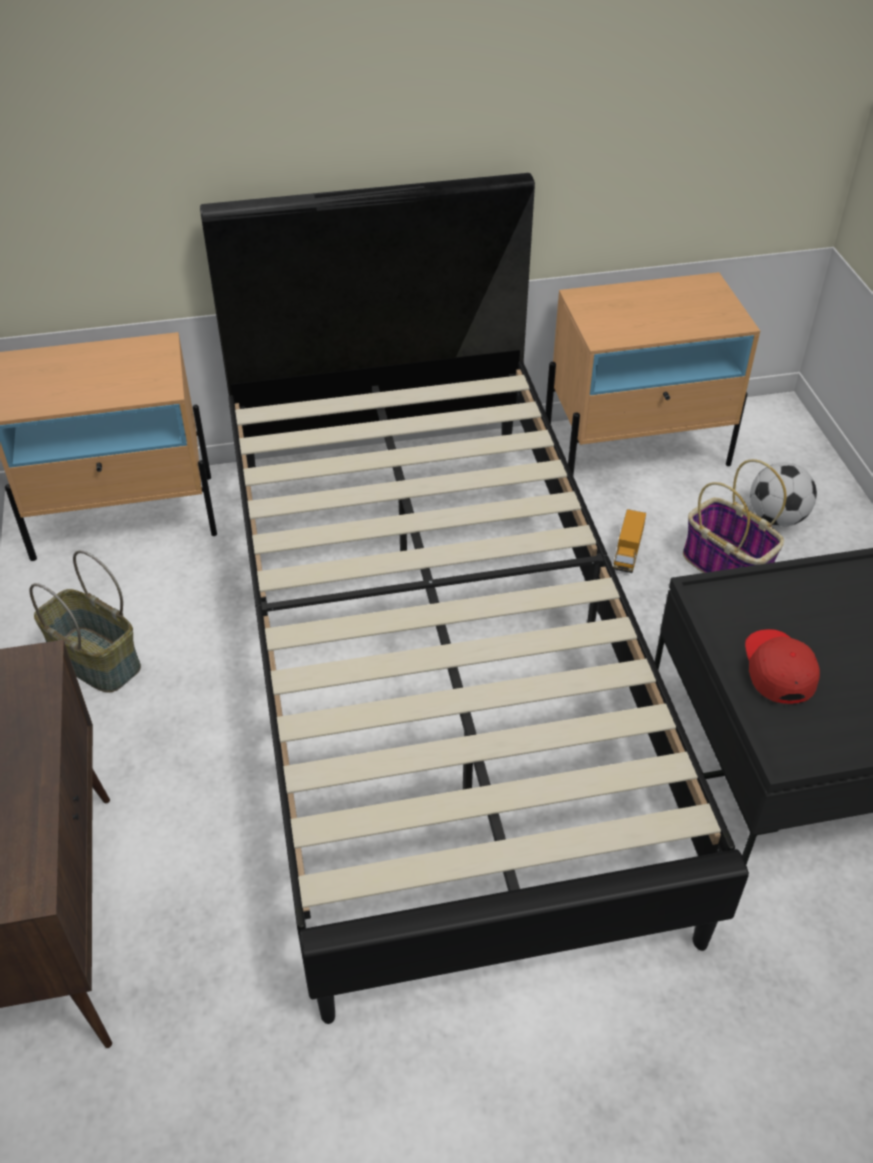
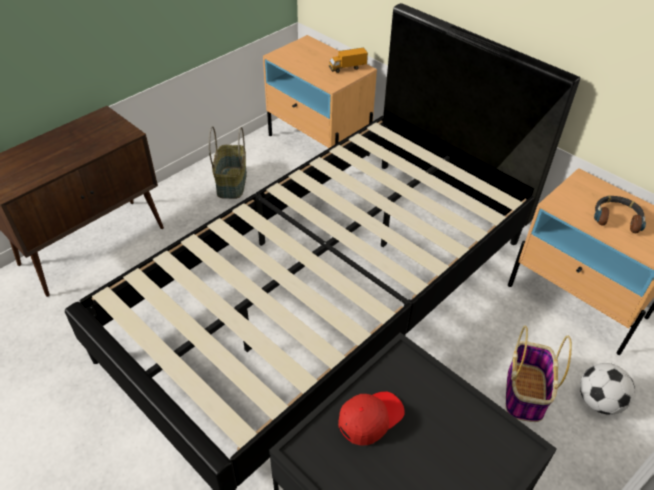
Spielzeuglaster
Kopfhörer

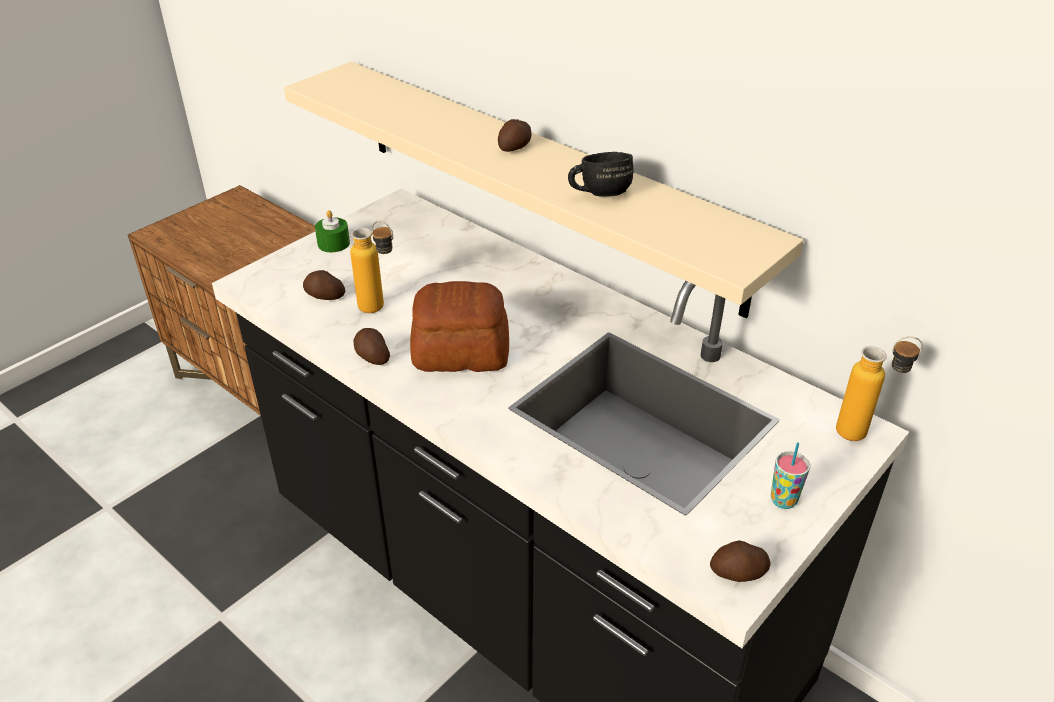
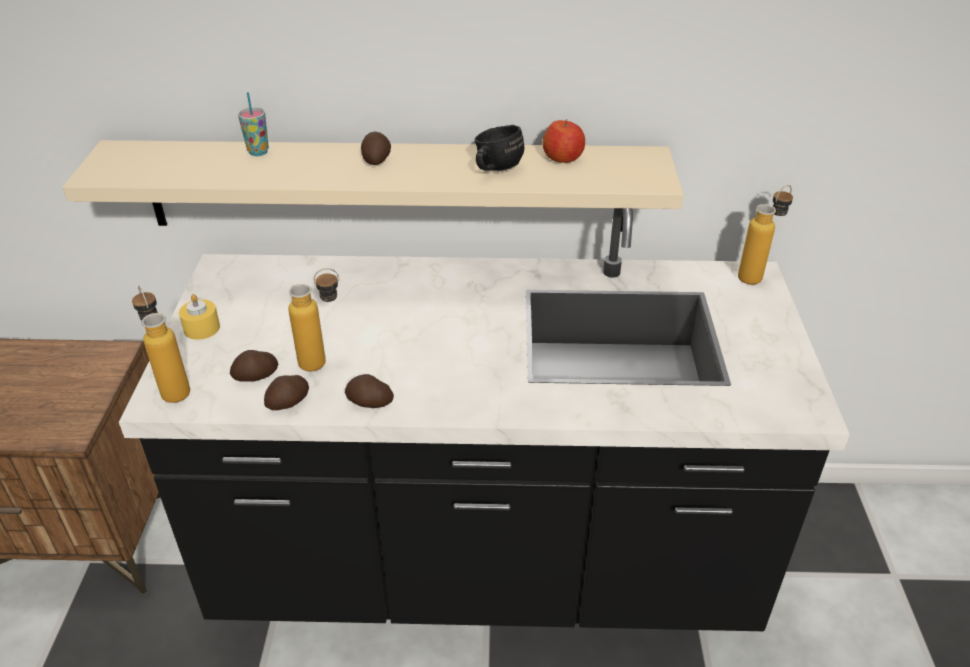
Kerze (gelb)
Brot
Kartoffel (2nd from left)
Tasse
Flasche (1st from left)
Apfel

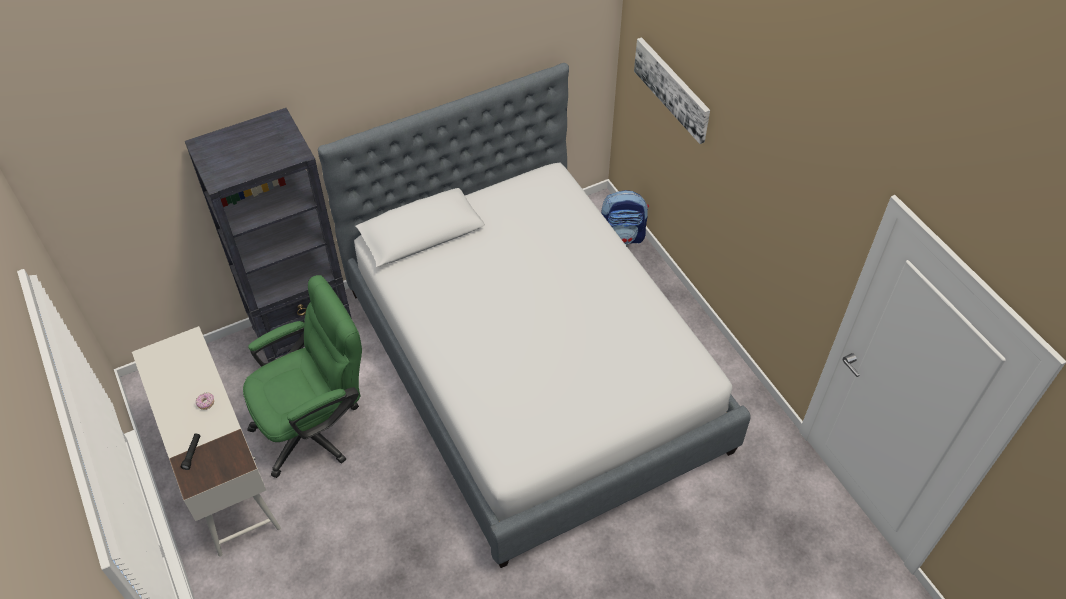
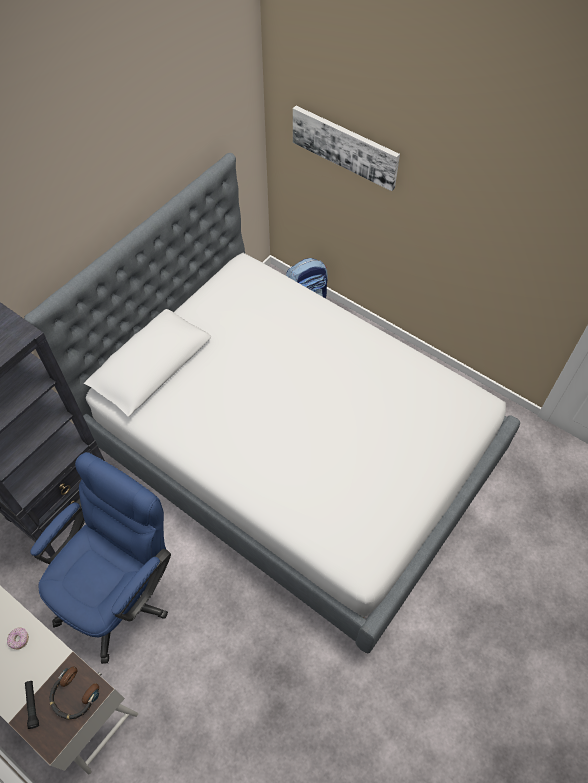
Bürostuhl (blau)
Kopfhörer

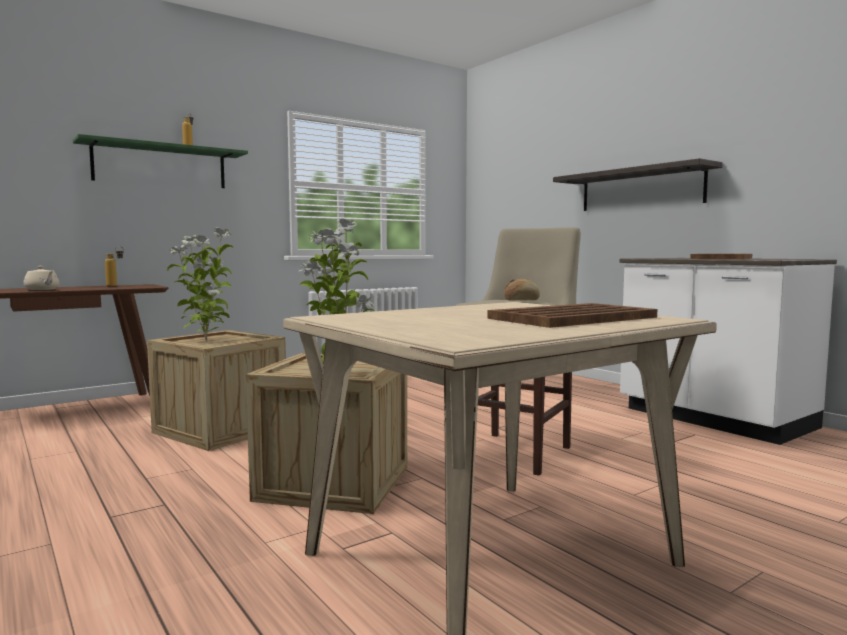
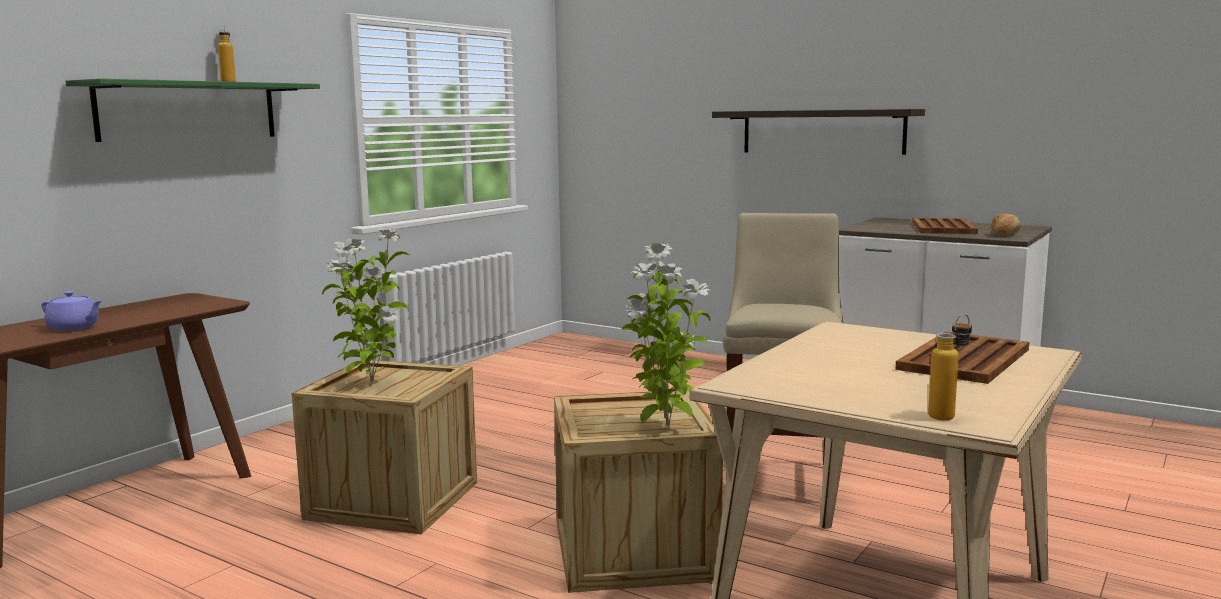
Teekanne (lila)
Flasche (2nd from left)
Brot

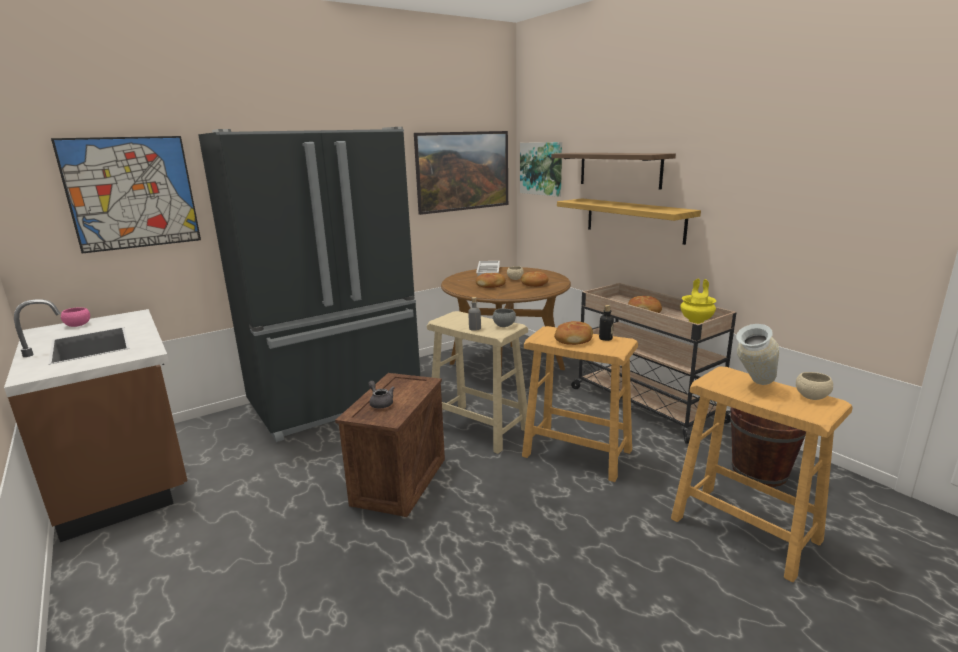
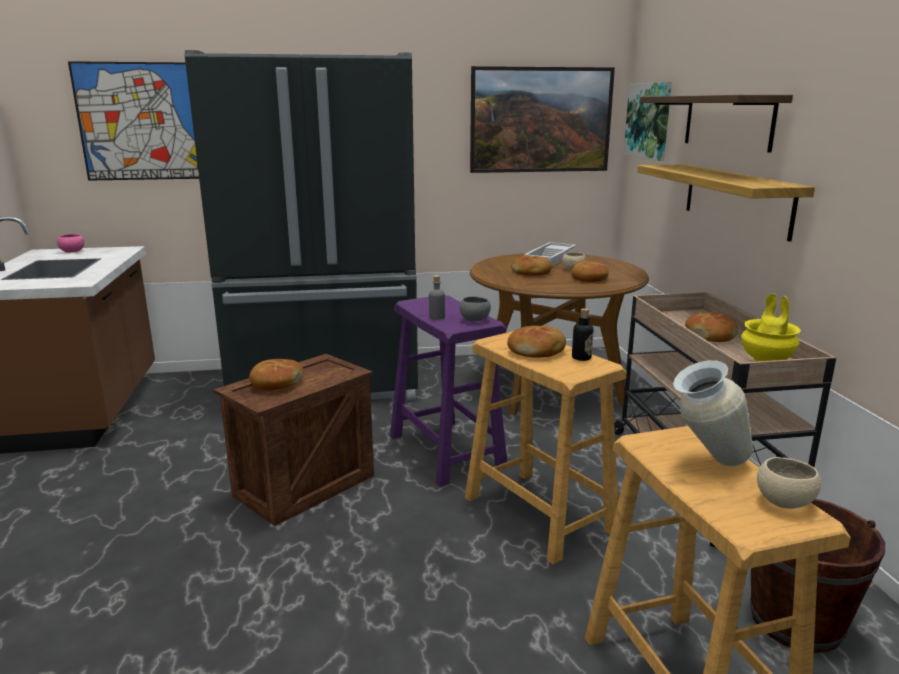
Brot (1st from left)
Hocker (lila)

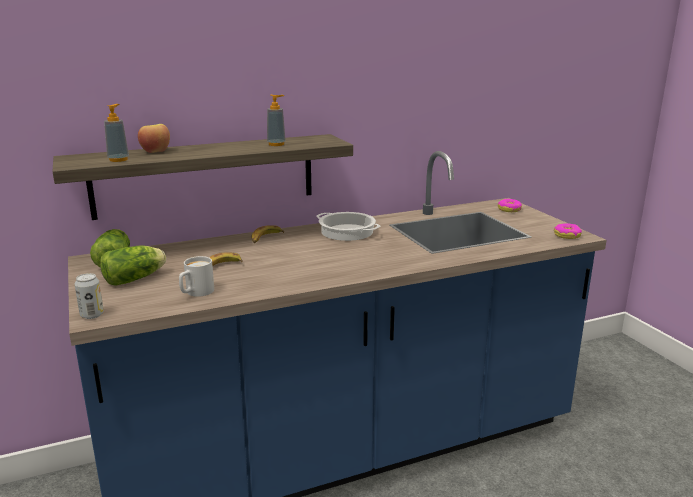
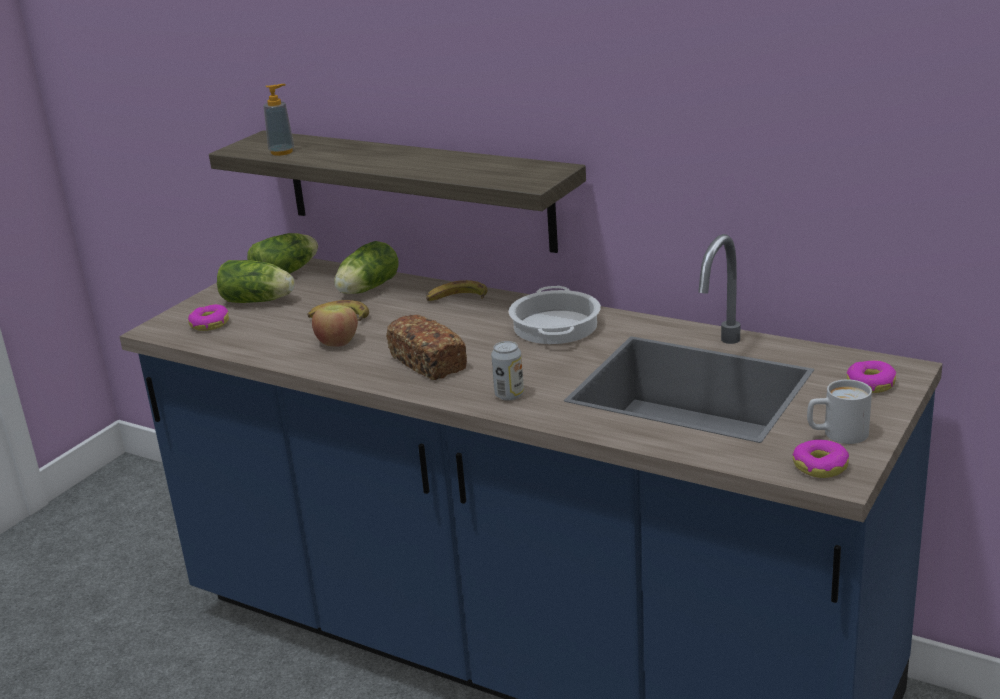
Dose
Apfel
Henkelbecher (weiß)
Seifenspender (2nd from left in the first image)
Donut (1st from left)
Salatkopf (3rd from left)
Brot

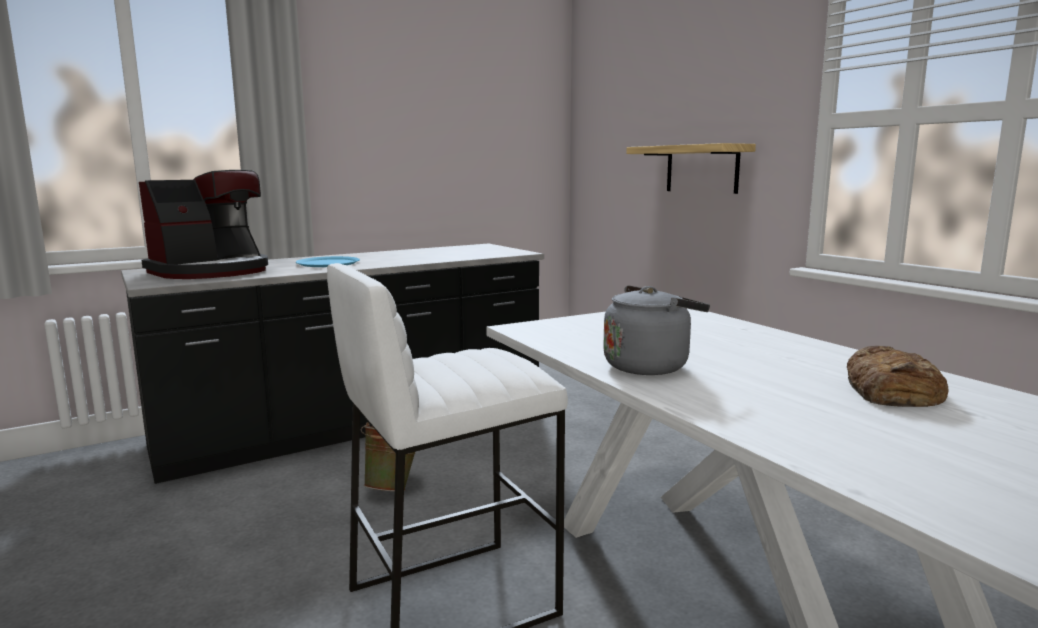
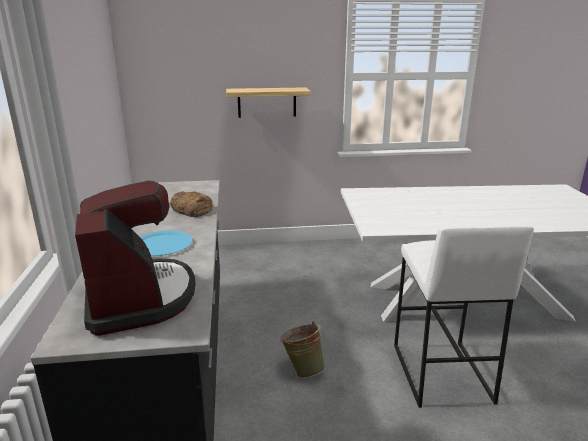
Wasserkessel (grau)
Brot

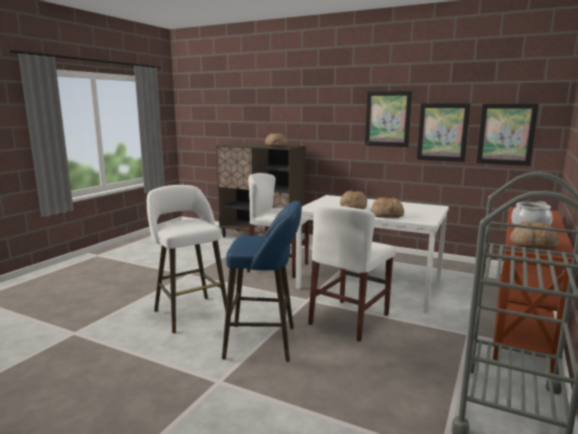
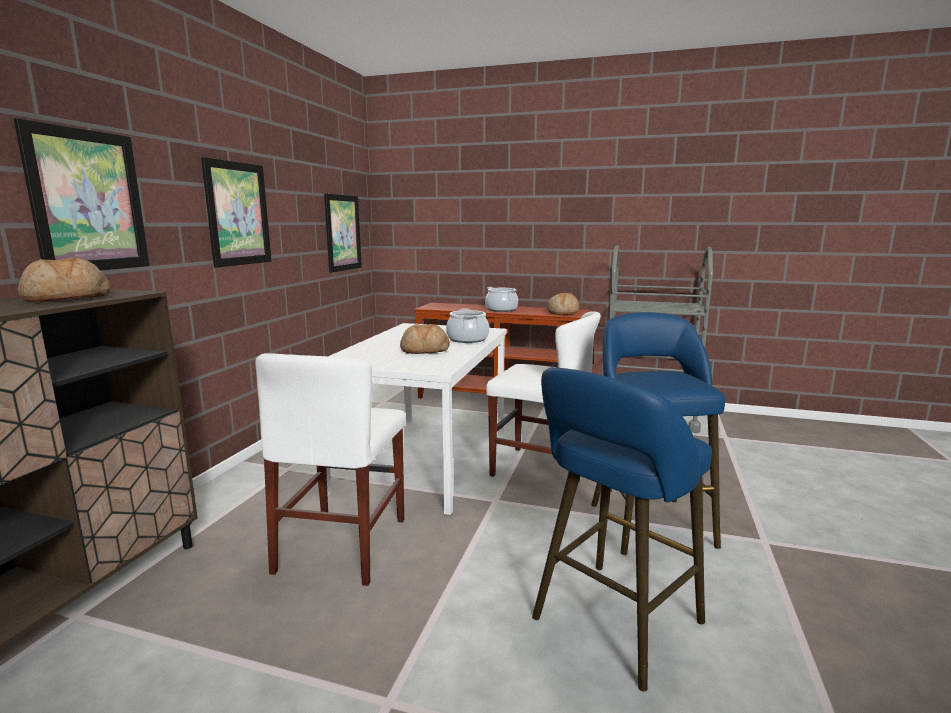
Hocker (blau) (1st from left)
Kochtopf (1st from left)
Bild (1st from left)

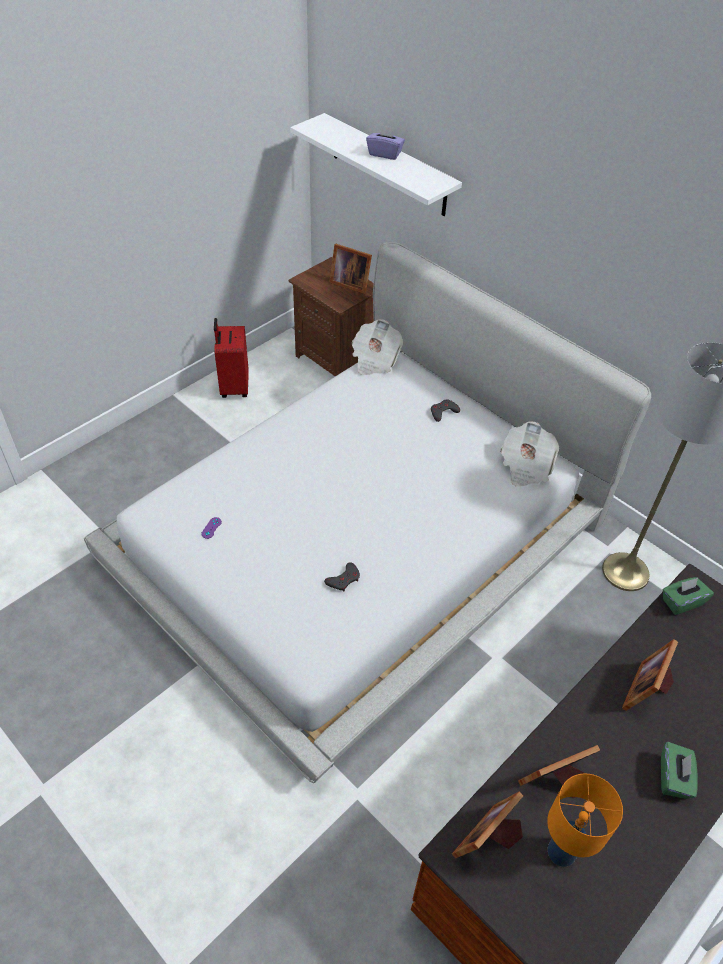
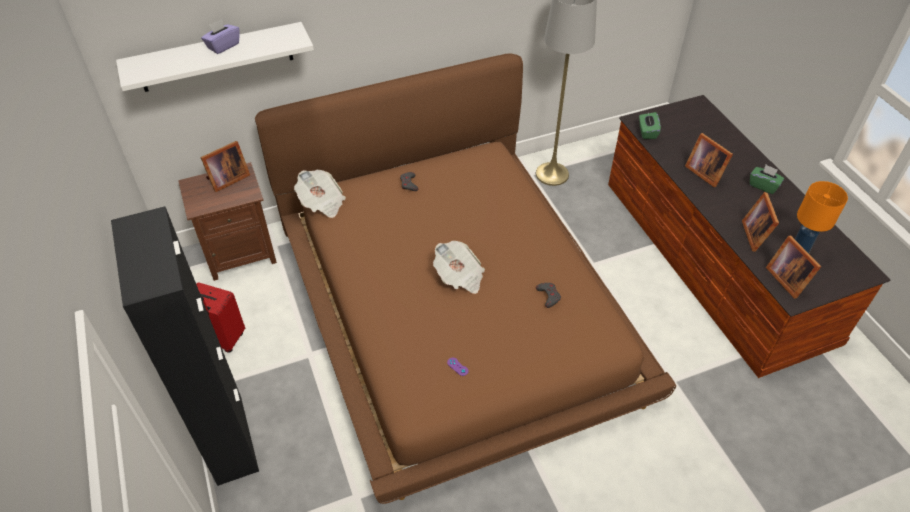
Bett (braun)
Zeitung (2nd from left)
Schrank (schwarz)

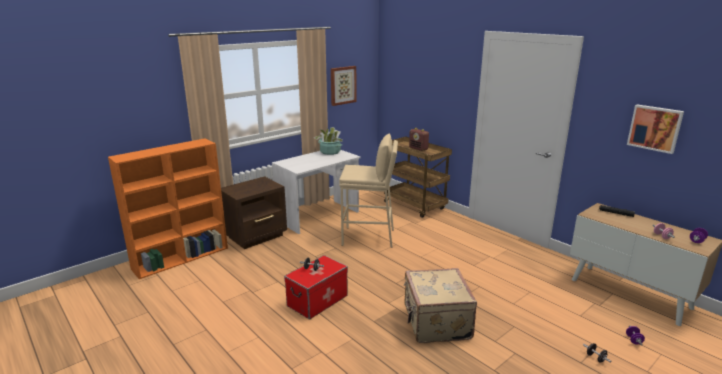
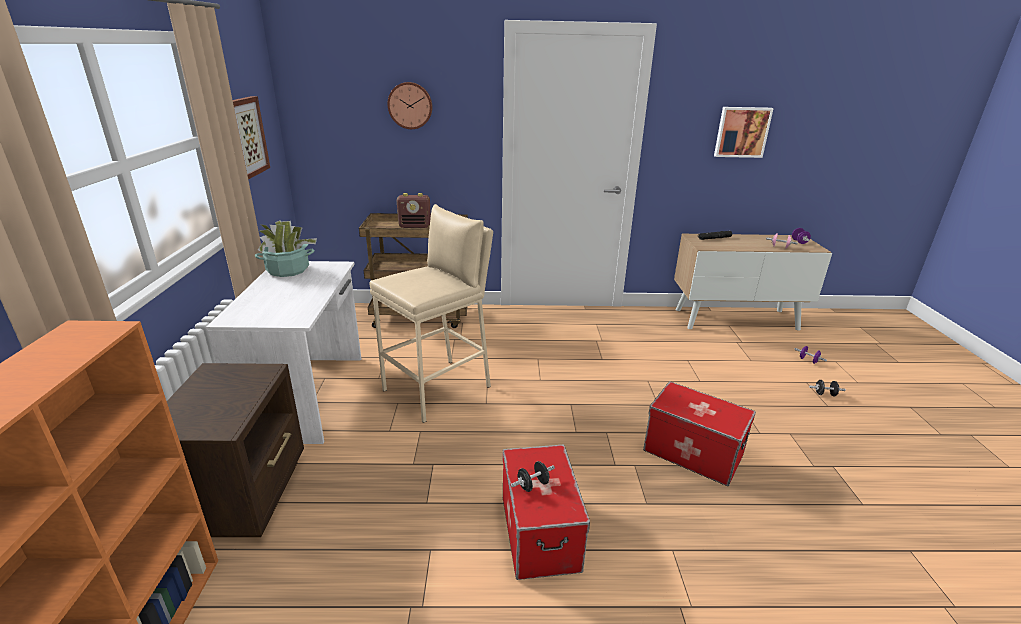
Aufbewahrungsbox (2nd from left)
Wanduhr

